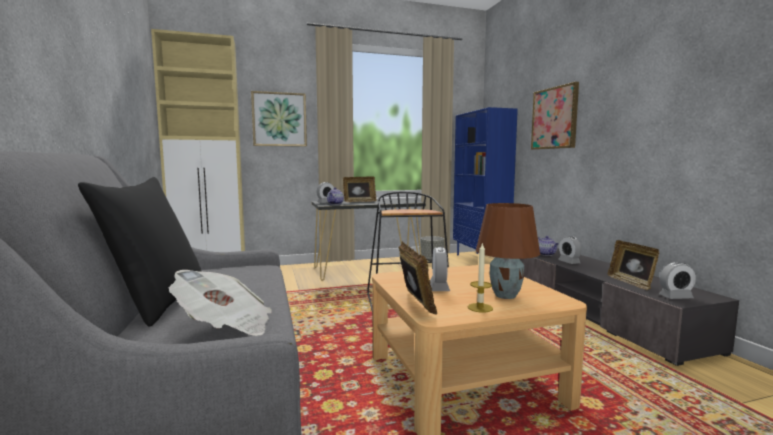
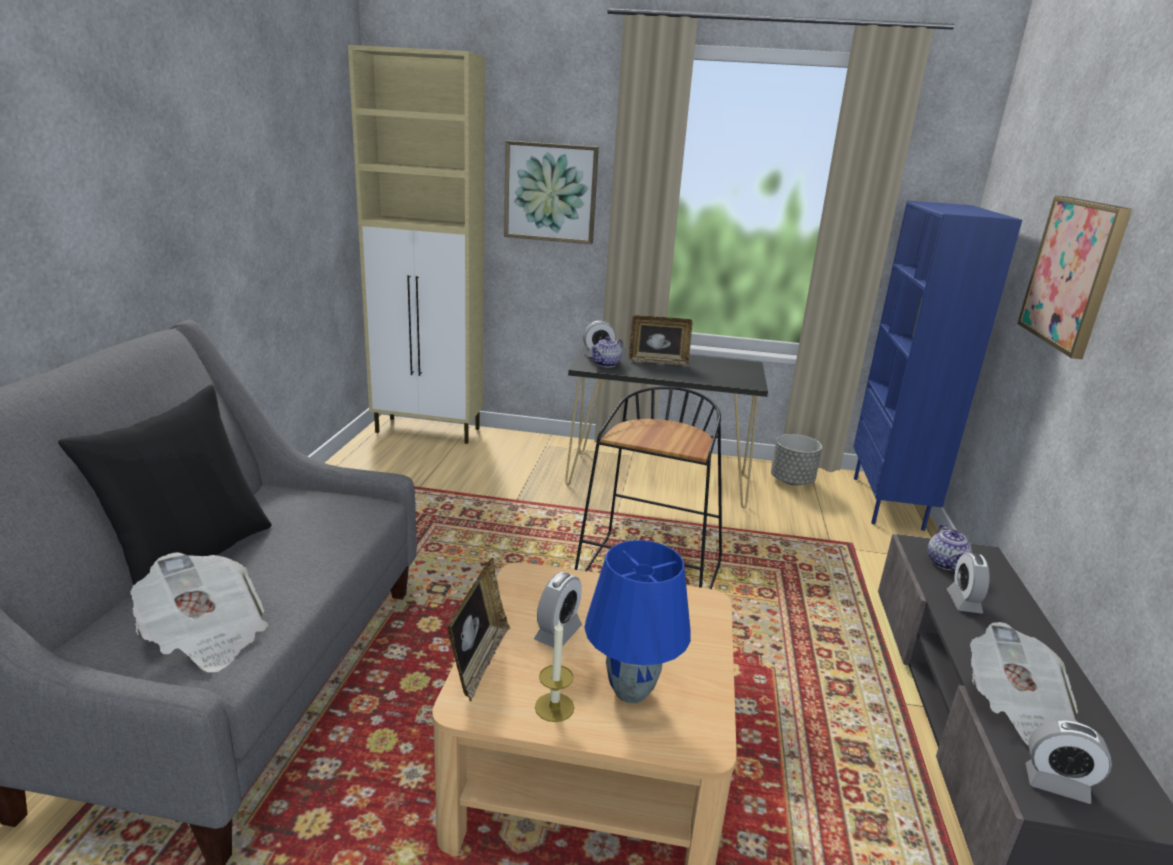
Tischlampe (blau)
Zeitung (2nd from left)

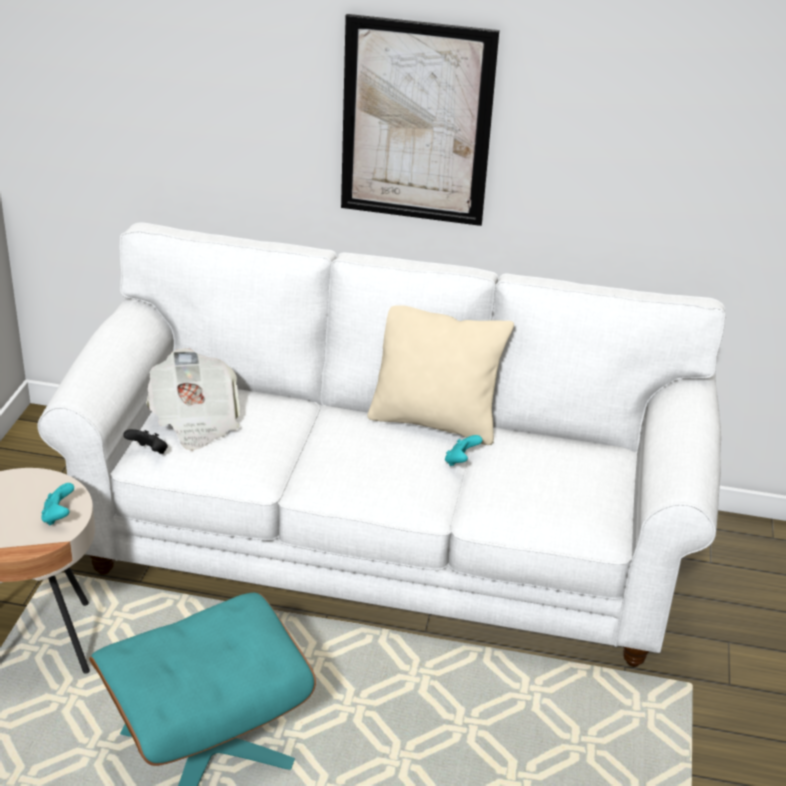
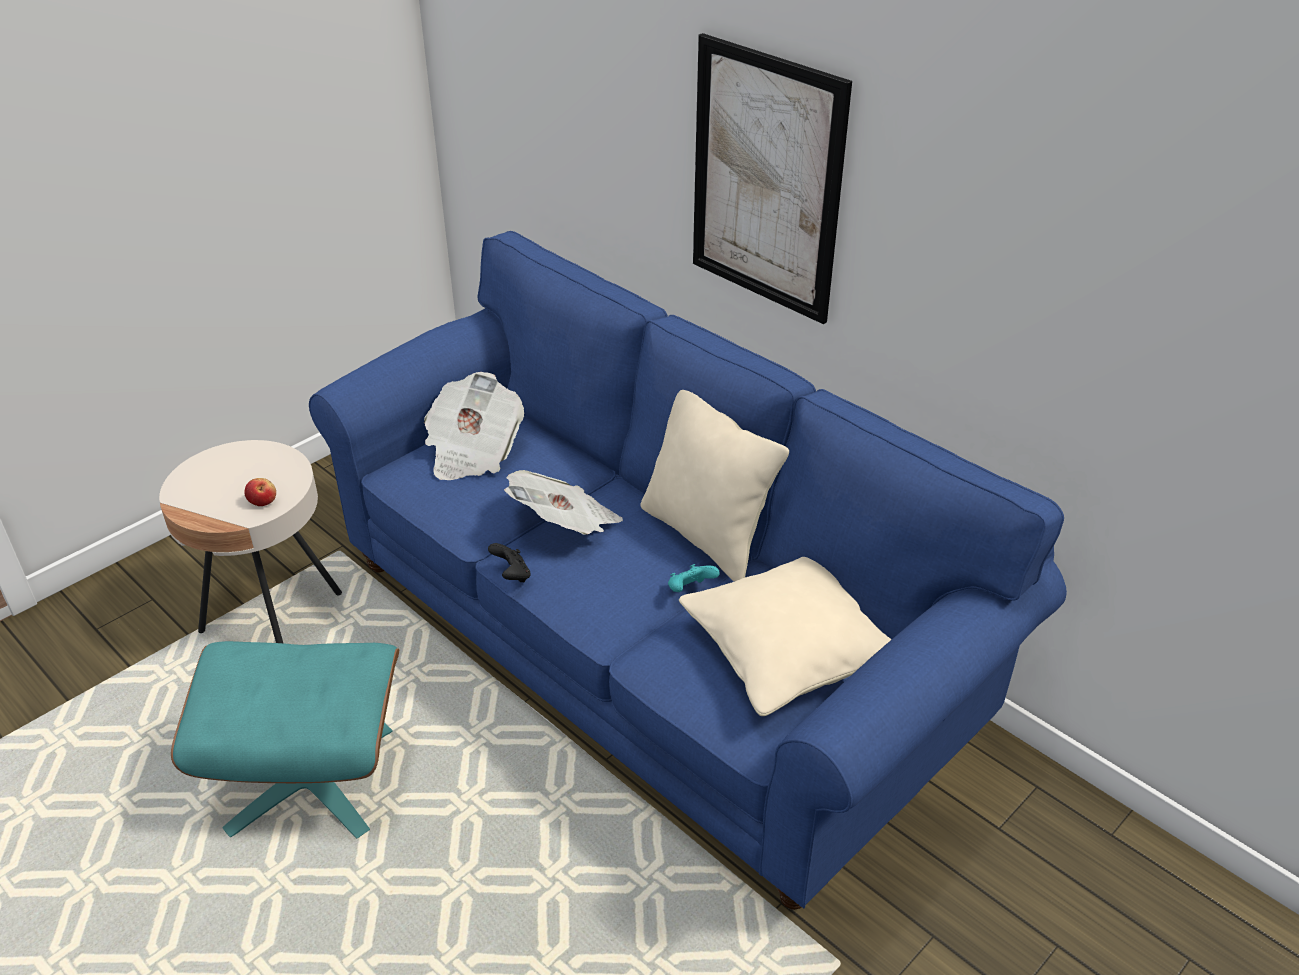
Sofa (blau)
Apfel
Gamepad (schwarz)
Zeitung (2nd from left)
Kissen (beige) (2nd from left)

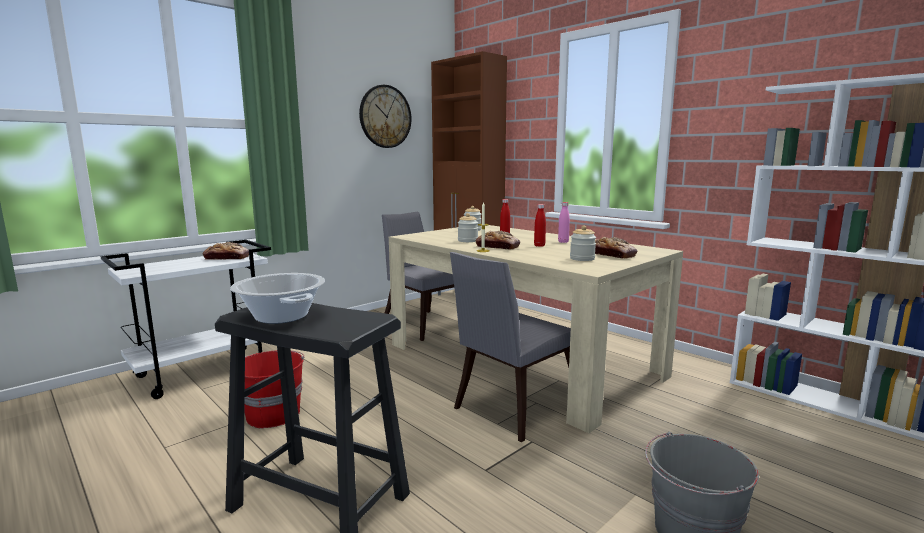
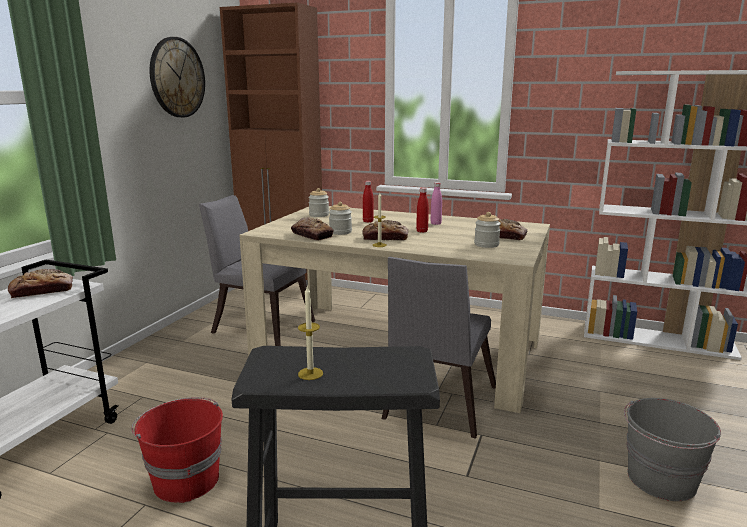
Kerze (1st from left)
Brot (2nd from left)

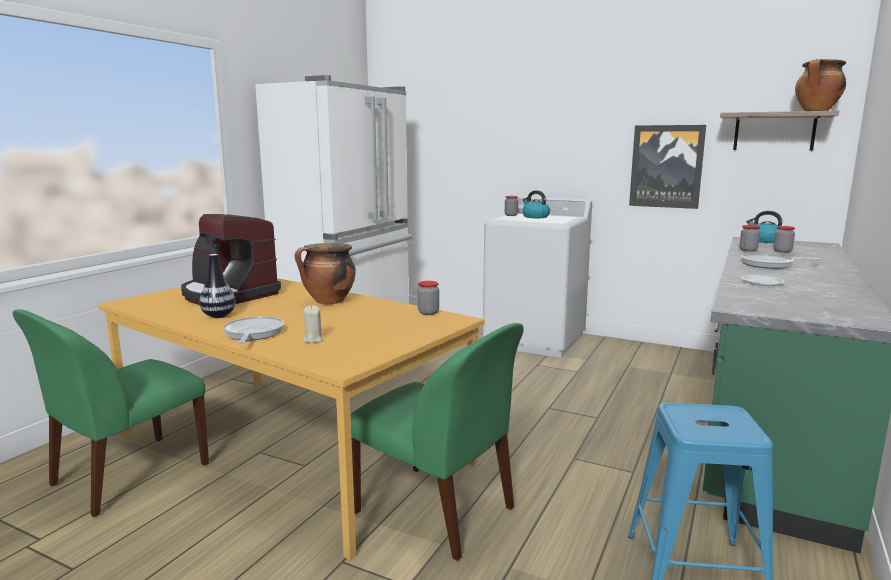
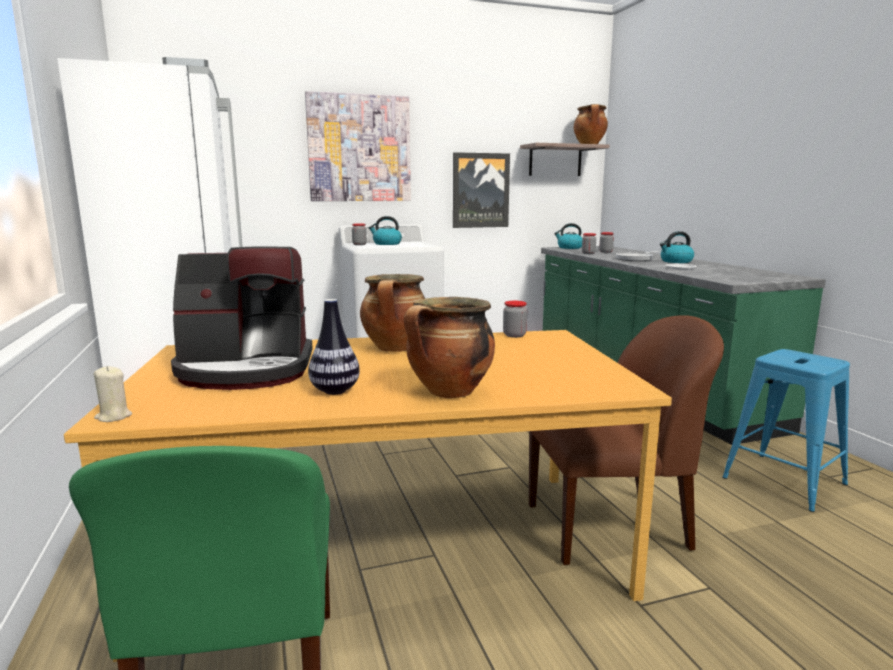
Kochtopf (2nd from left)
Kerze (beige)
Stuhl (braun)
Bild (1st from left)
Wasserkessel (3rd from left)

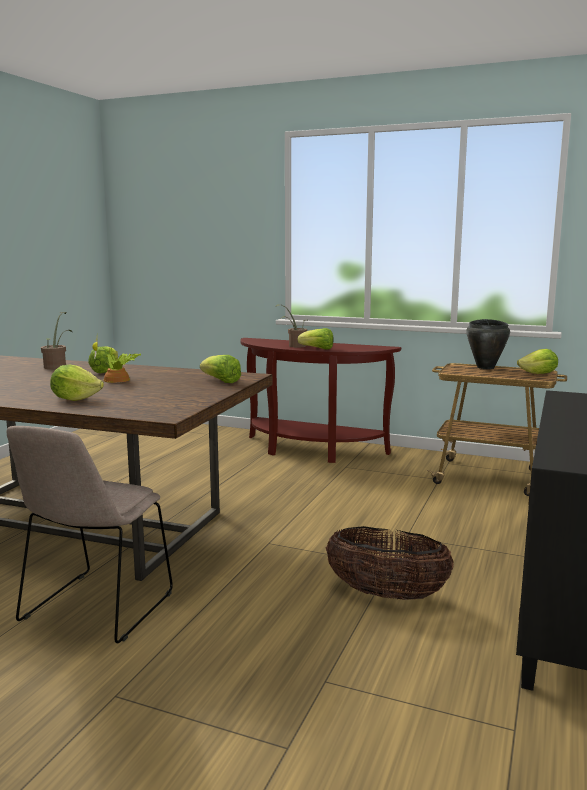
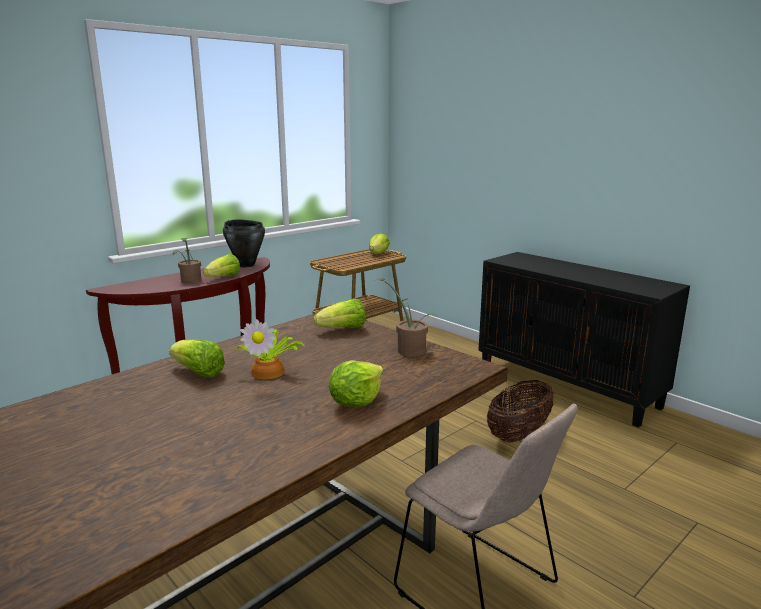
Topfpflanze (3rd from left)
Kochtopf (schwarz)

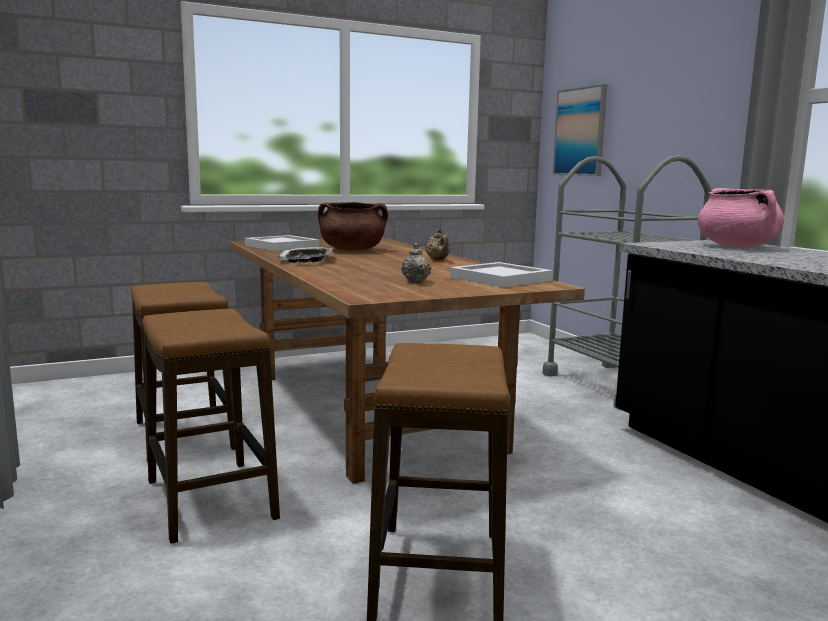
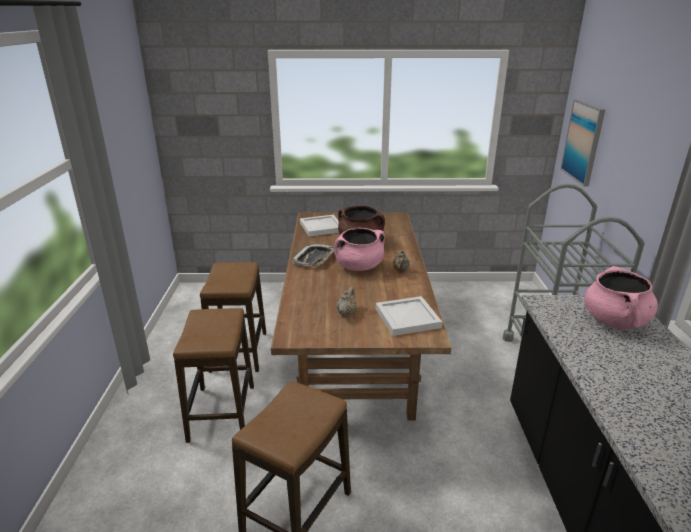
Kochtopf (rosa) (1st from left)

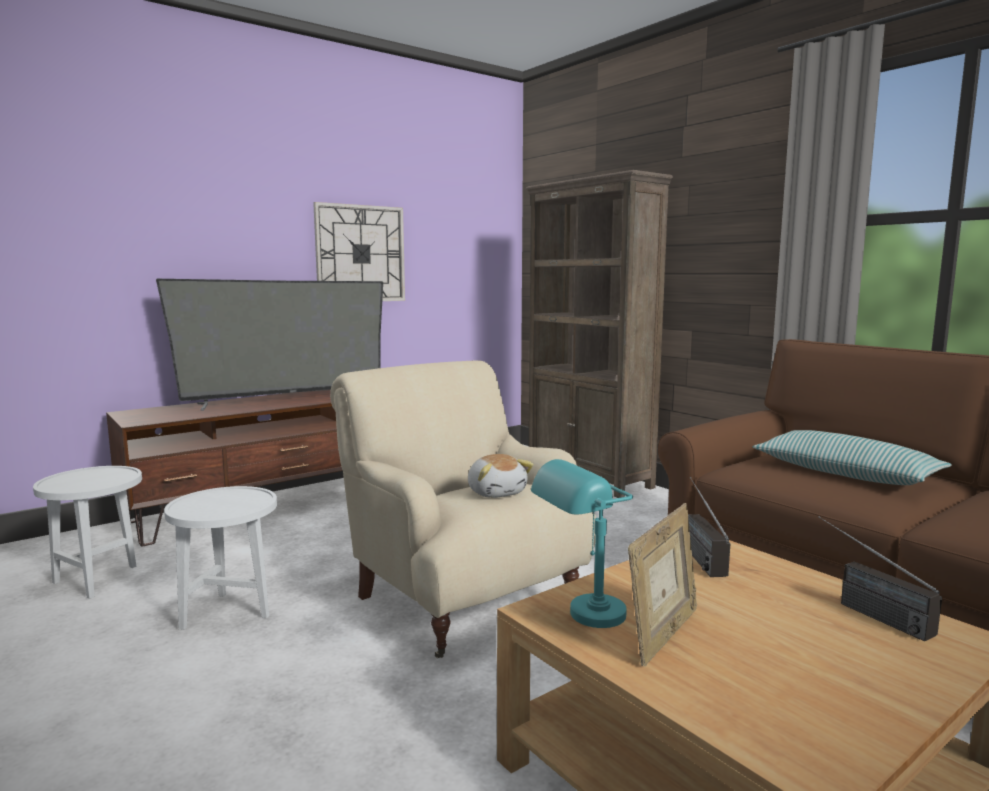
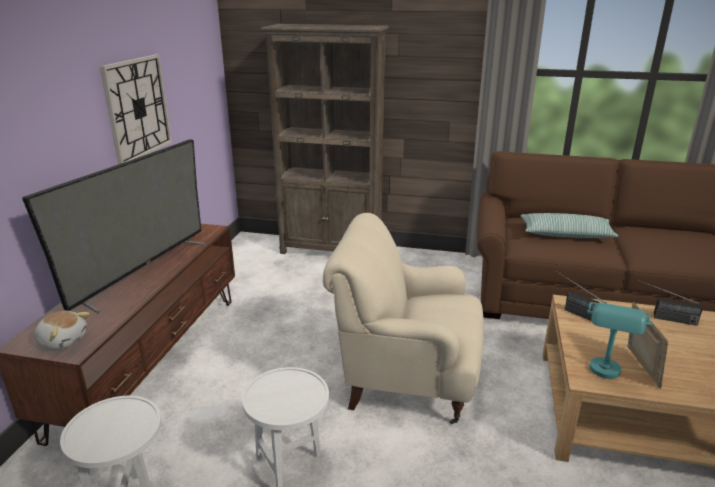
Plüschtier

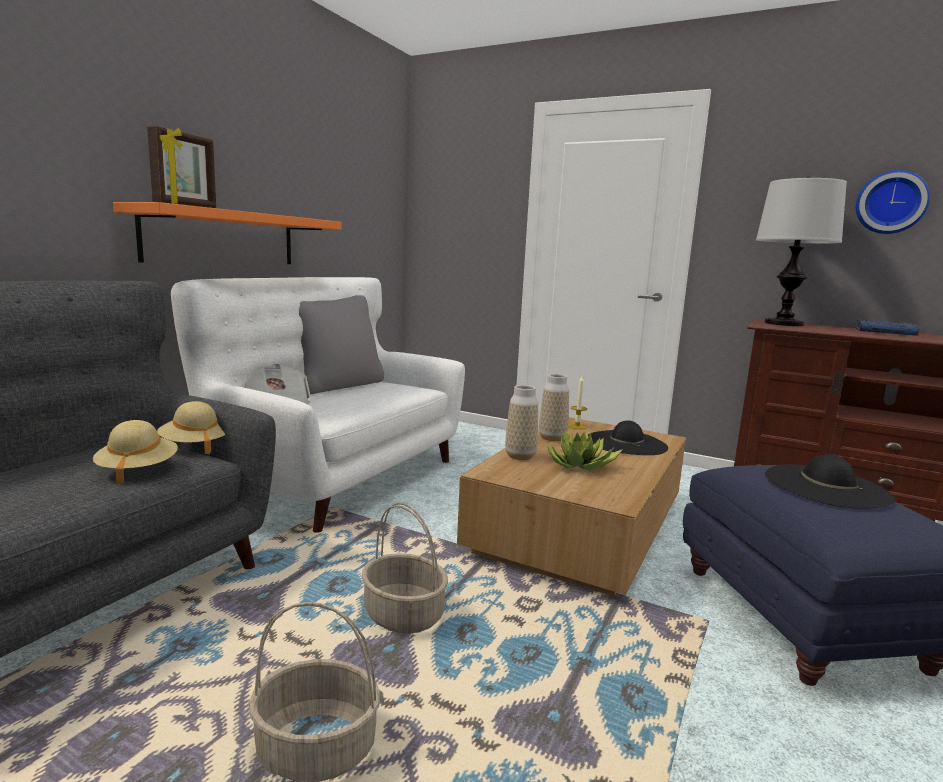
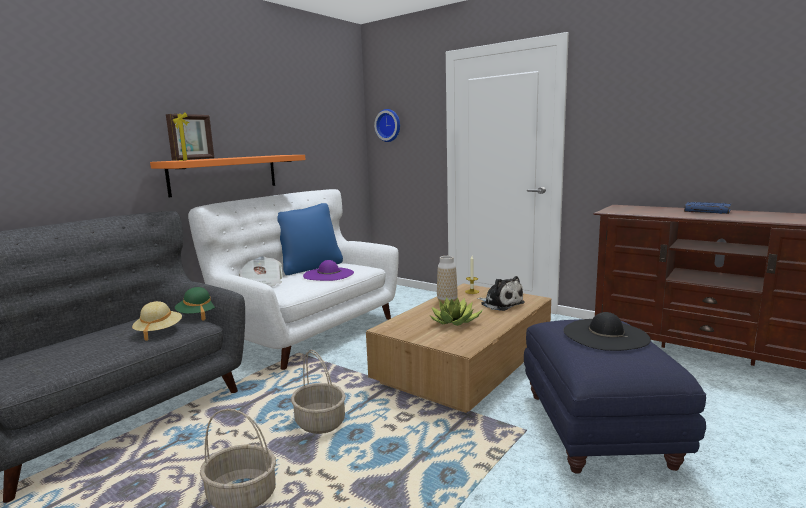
Hut (grün)
Kissen (blau)
Vase (1st from left in the first image)
Plüschtier
Tischlampe
Wanduhr
Hut (lila)

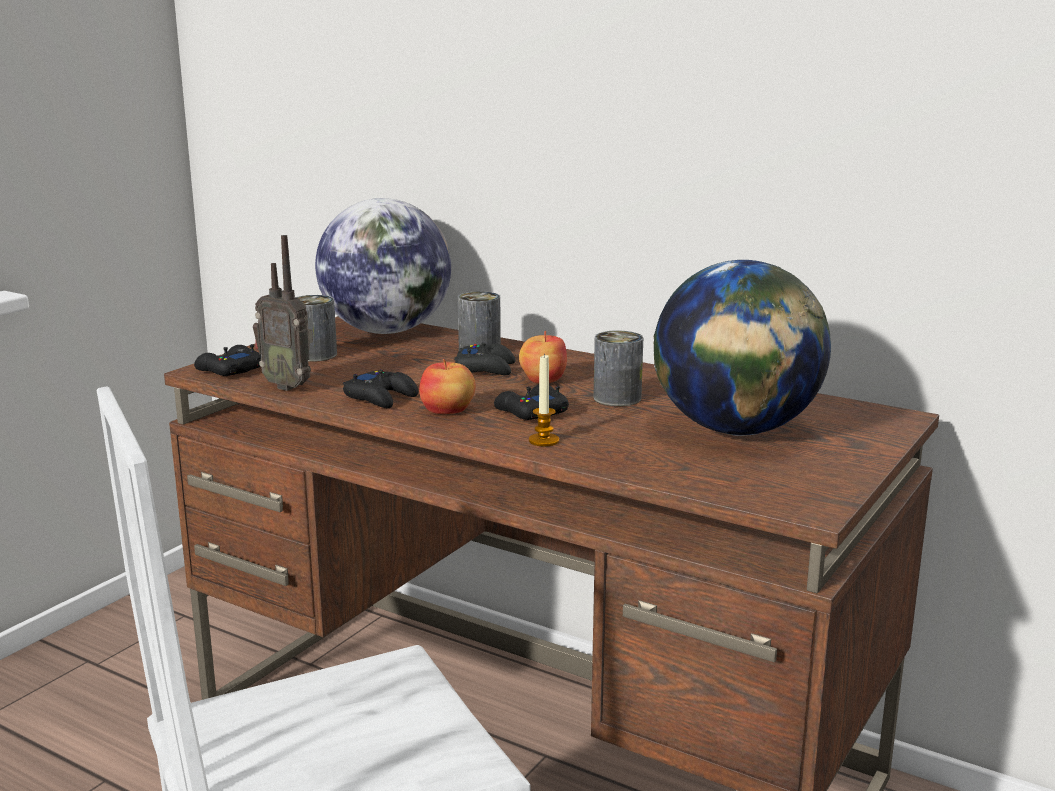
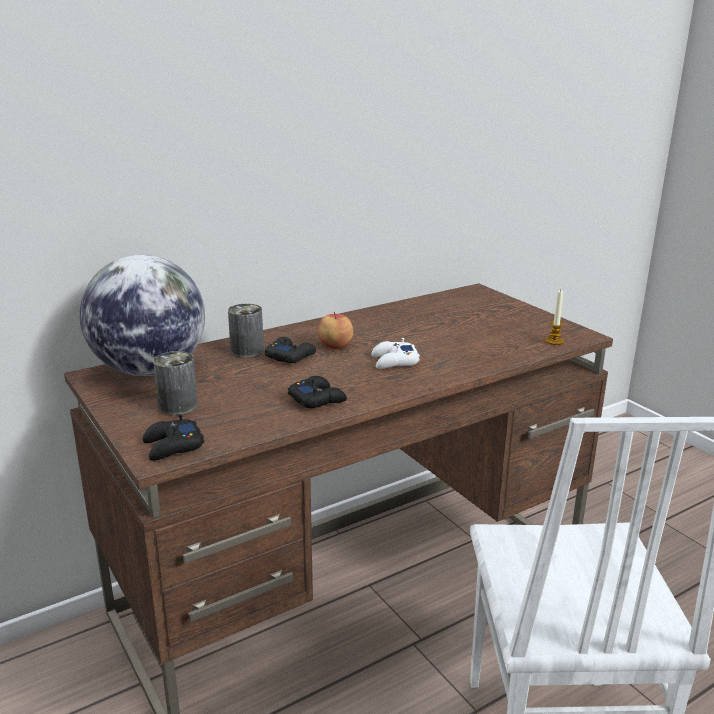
Radio
Apfel (1st from left in the first image)
Gamepad (weiß)
Kerze
Dose (3rd from left in the first image)
Globus (2nd from left in the first image)

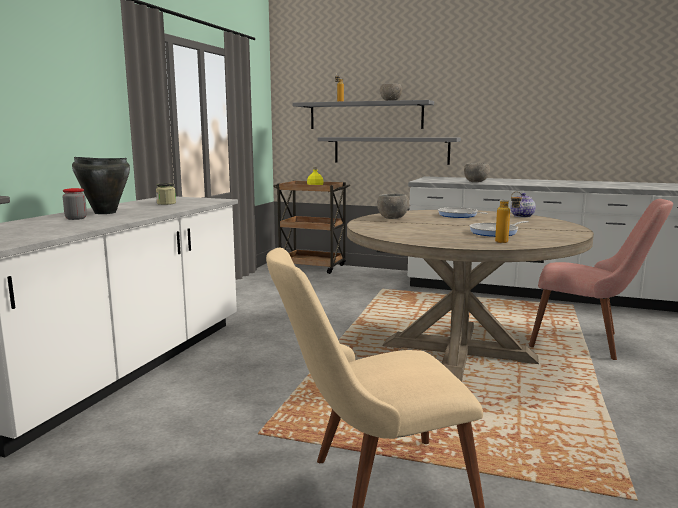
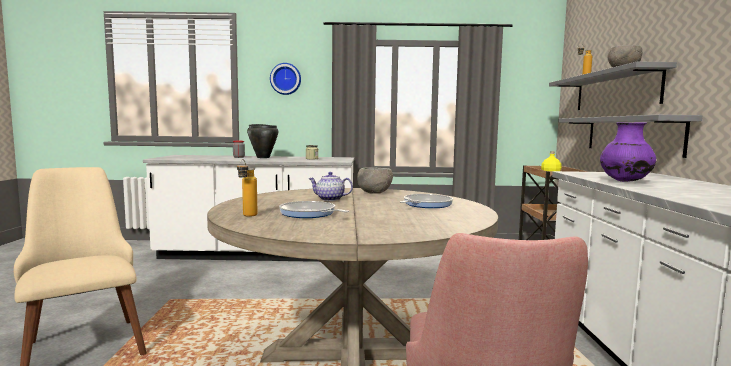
Vase (lila)
Teekanne
Wanduhr

